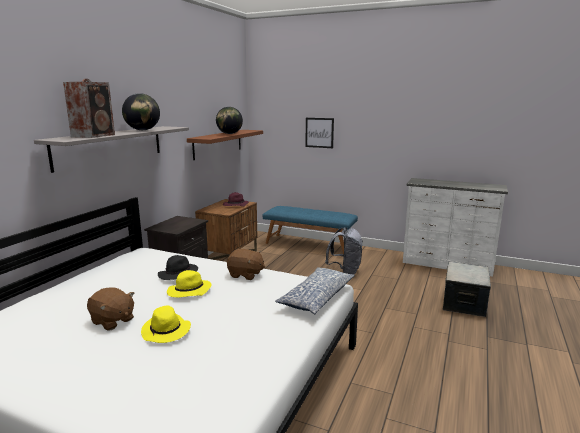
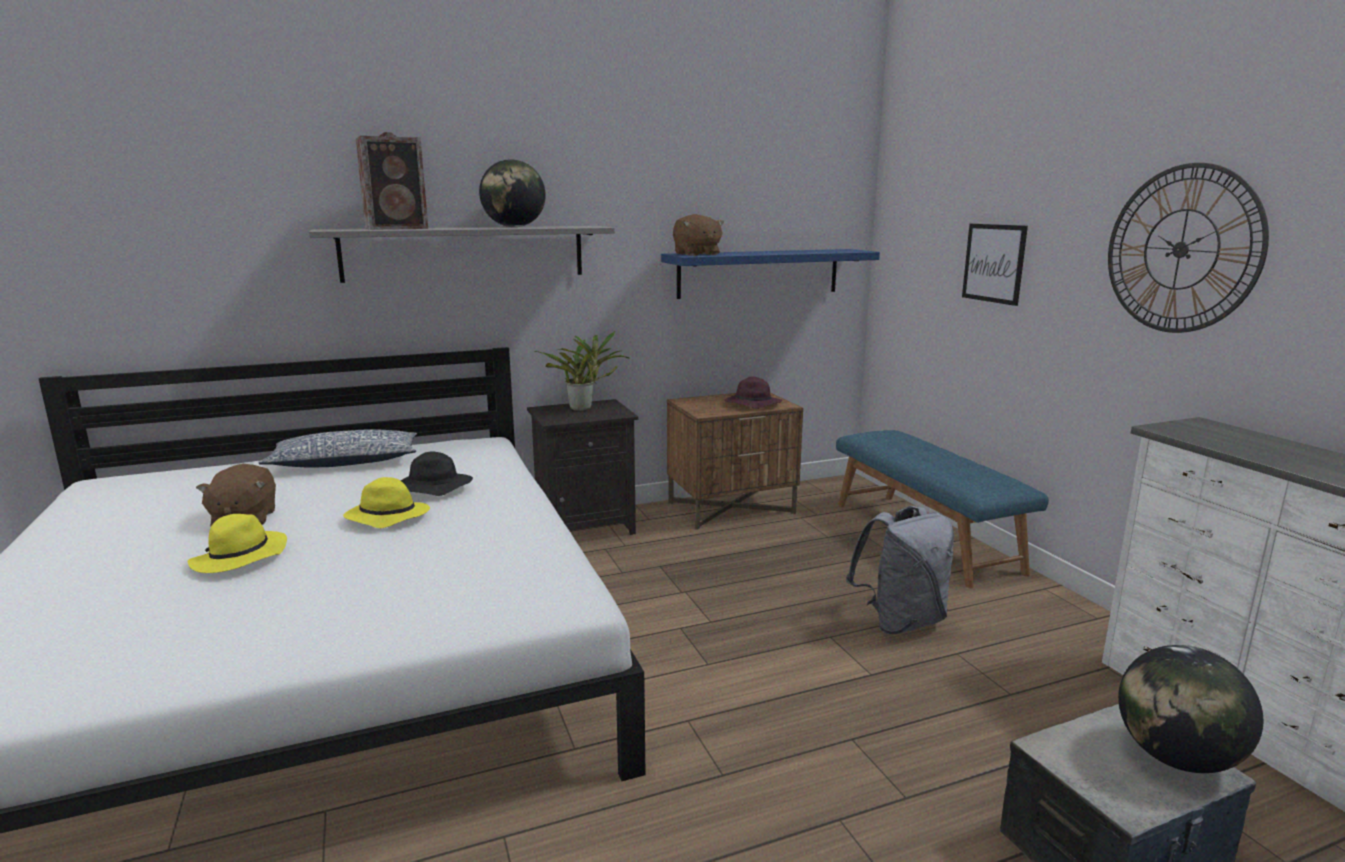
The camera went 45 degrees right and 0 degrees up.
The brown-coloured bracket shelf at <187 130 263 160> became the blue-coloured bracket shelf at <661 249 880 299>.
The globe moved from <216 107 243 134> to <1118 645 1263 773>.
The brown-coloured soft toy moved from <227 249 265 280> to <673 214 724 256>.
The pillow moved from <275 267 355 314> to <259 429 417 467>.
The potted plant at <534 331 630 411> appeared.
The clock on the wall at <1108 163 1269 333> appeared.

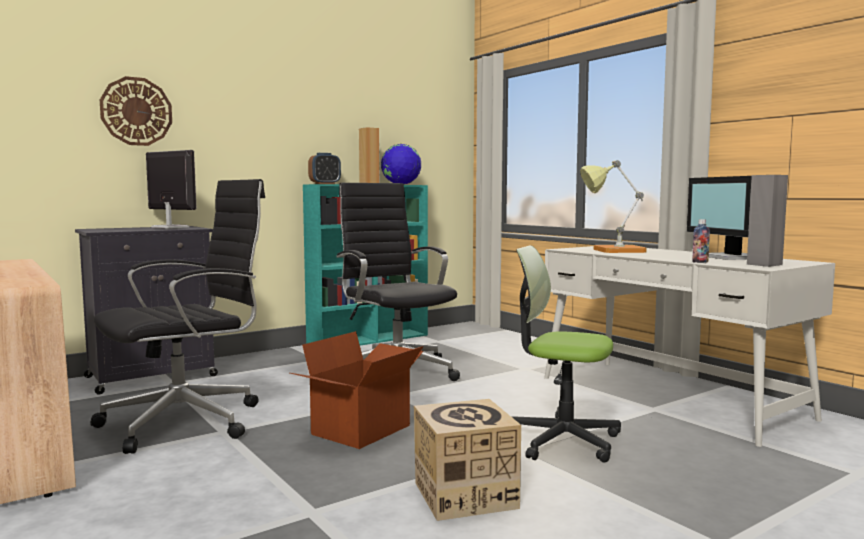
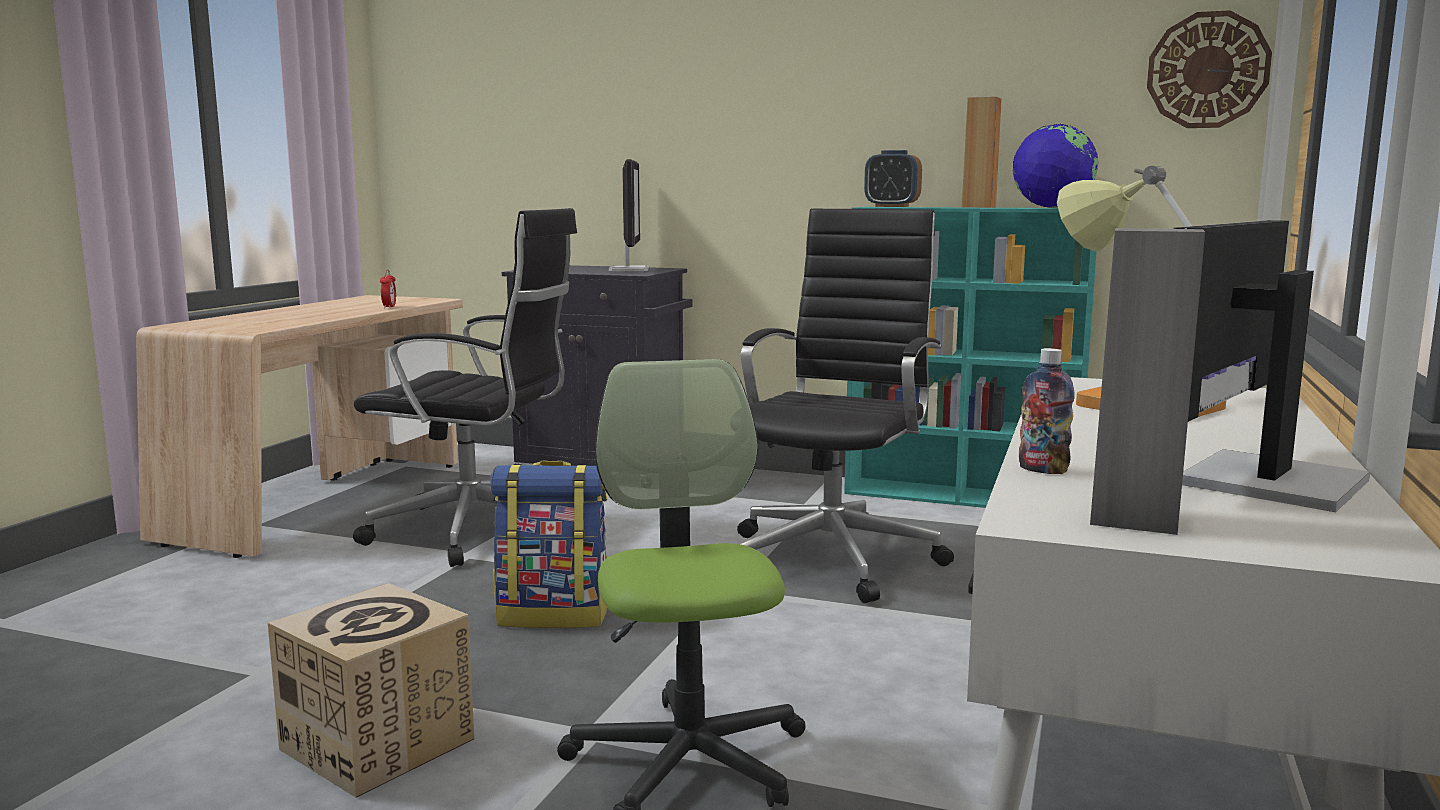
The camera went 55 degrees right and 5 degrees up.
The clock on the wall moved from <100 76 172 146> to <1147 10 1272 128>.
The carton at <290 331 424 449> was replaced by the rucksack at <490 461 608 628>.
The alarm clock at <380 270 396 308> appeared.

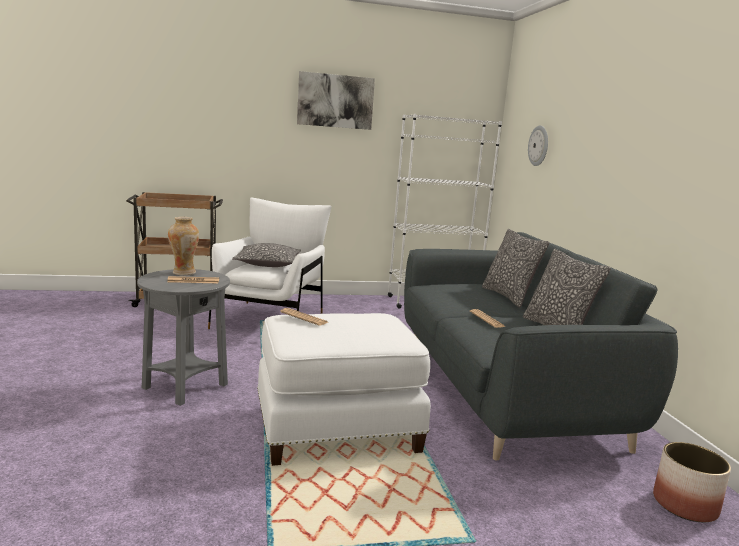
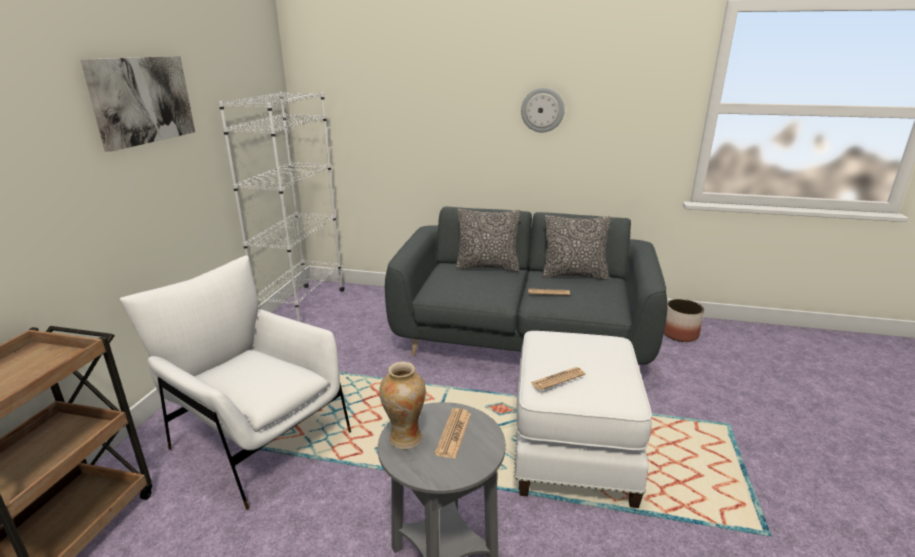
The camera went 65 degrees left and 10 degrees up.
The pillow at <232 243 301 267> disappeared.
The clock on the wall moved from <528 126 548 166> to <521 88 565 132>.

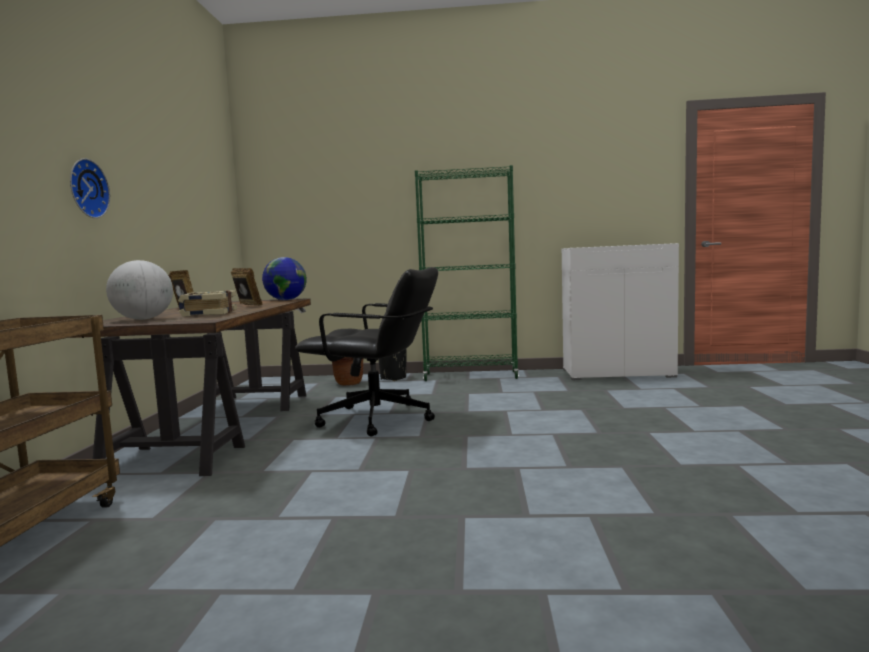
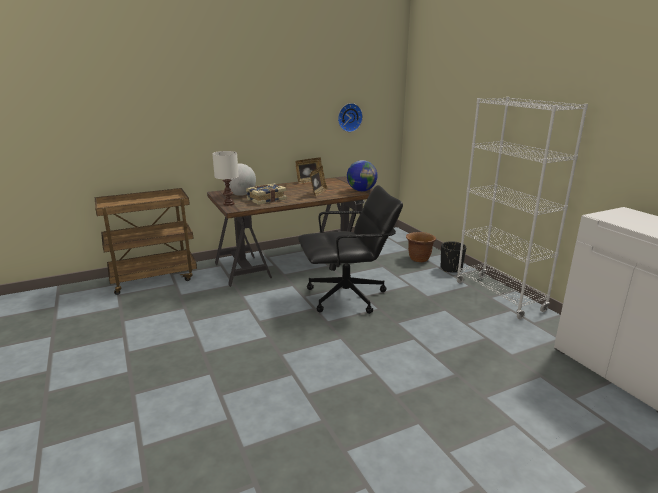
The camera went 60 degrees right and 15 degrees up.
The clock on the wall moved from <70 158 110 218> to <338 103 363 132>.
The black-coloured desk chair at <295 267 438 436> turned 90 degrees counterclockwise.
The green-coloured bookcase at <415 165 519 381> became the white-coloured bookcase at <456 97 588 319>.
The white-coloured table lamp at <212 151 239 206> appeared.

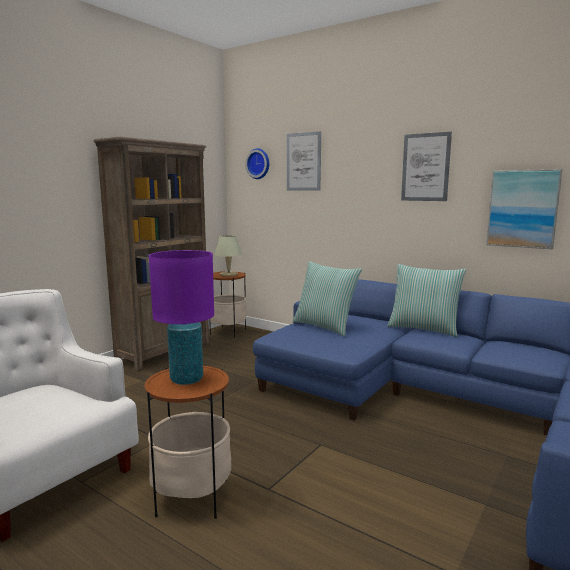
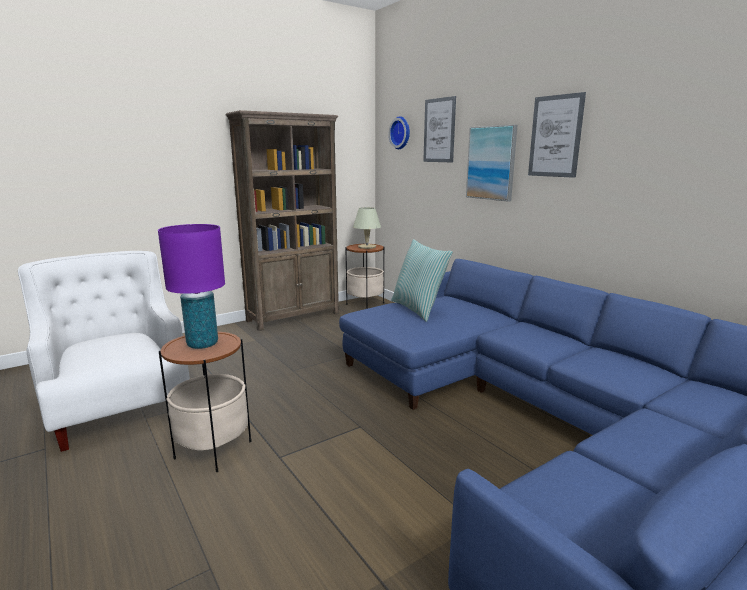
The camera went 20 degrees right and 5 degrees up.
The pillow at <387 264 466 337> disappeared.
The picture moved from <486 169 563 249> to <466 125 517 202>.

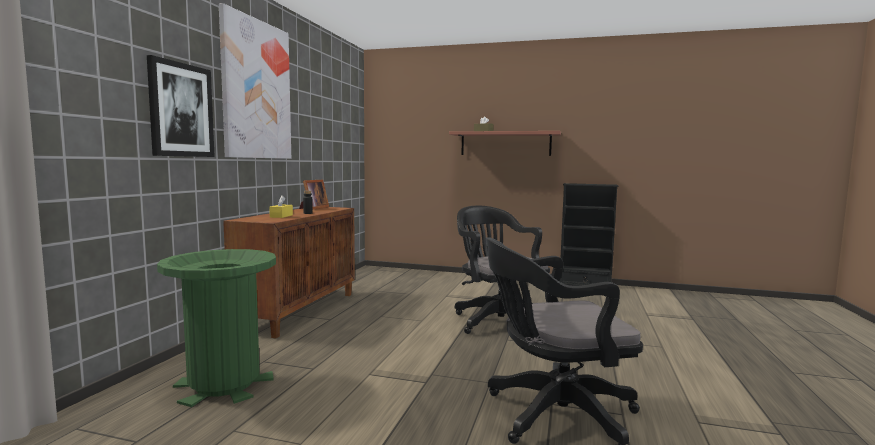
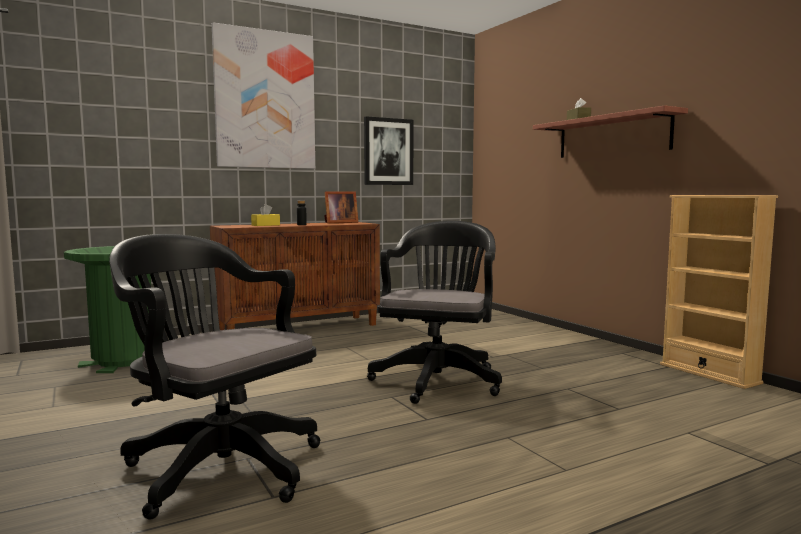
The camera went 45 degrees right and 0 degrees up.
The picture moved from <147 55 215 157> to <364 116 413 185>.
The black-coloured bookcase at <559 183 618 286> became the sand-coloured bookcase at <660 195 778 389>.

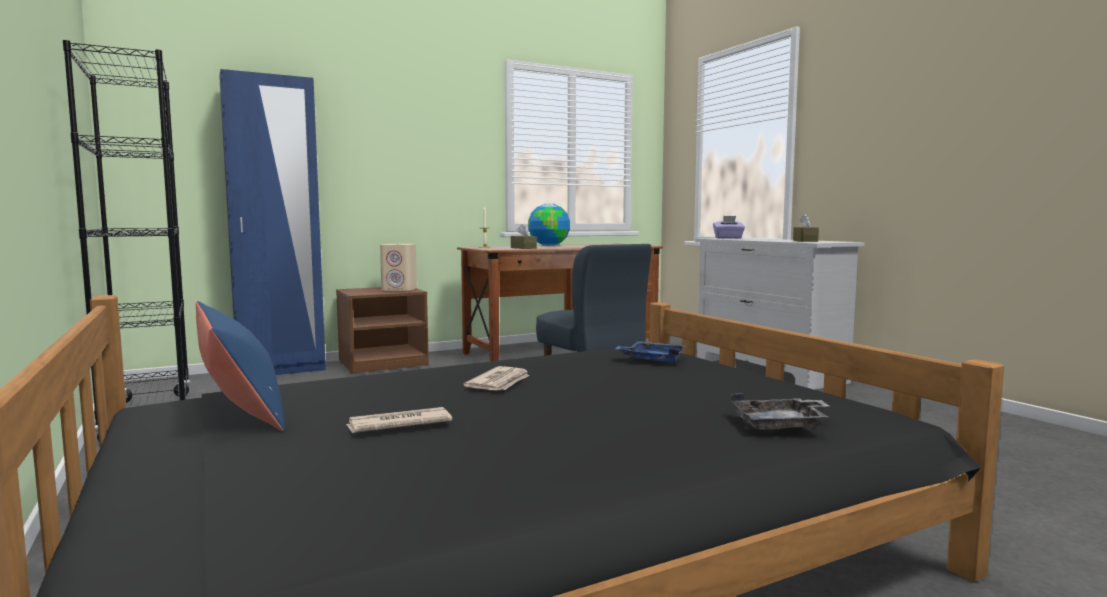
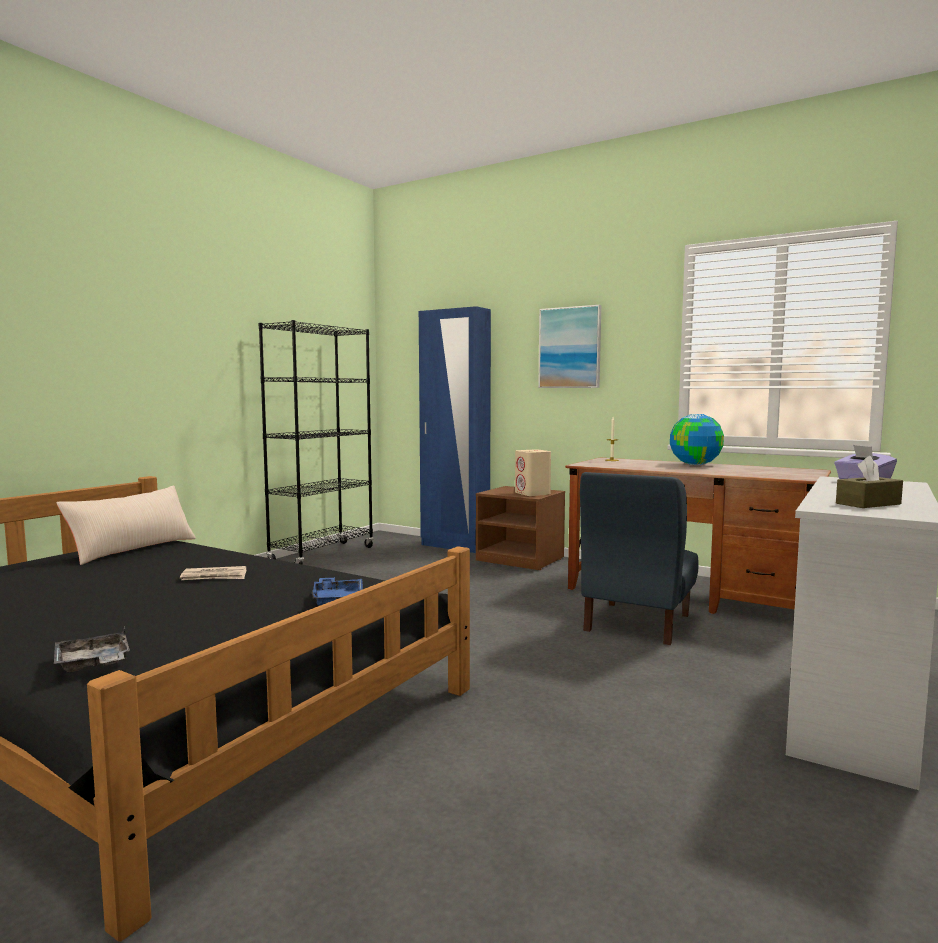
The camera went 60 degrees right and 0 degrees up.
The blue-coloured pillow at <196 301 285 432> became the sand-coloured pillow at <56 486 196 565>.
The newspaper at <346 407 452 433> disappeared.
The brown-coloured box of tissues at <511 224 537 249> disappeared.
The picture at <538 305 601 388> appeared.

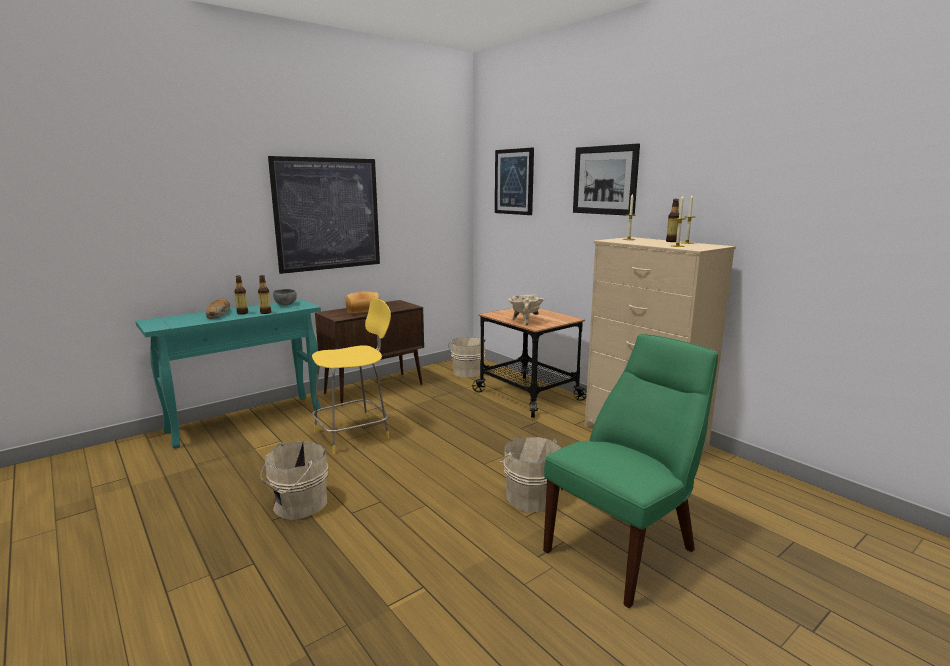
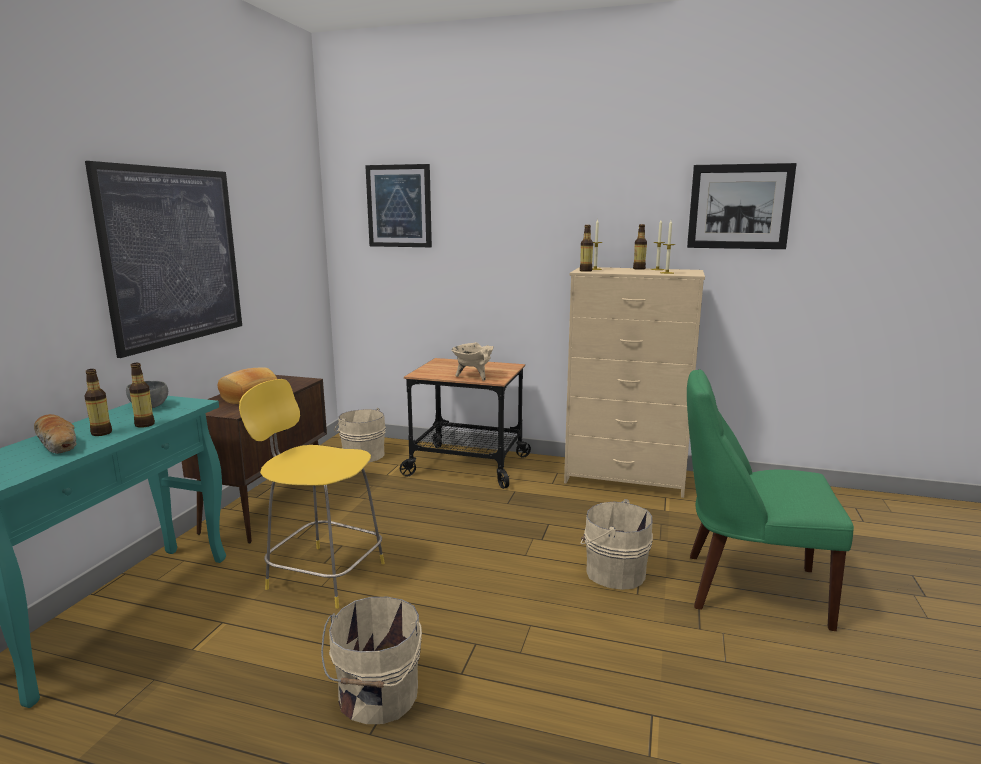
The camera went 35 degrees left and 0 degrees up.
The yellow-coloured chair at <312 299 391 454> turned 90 degrees counterclockwise.
The green-coloured chair at <543 334 718 608> turned 90 degrees counterclockwise.
The picture moved from <573 143 640 216> to <687 163 797 249>.
The drink bottle at <580 225 593 272> appeared.

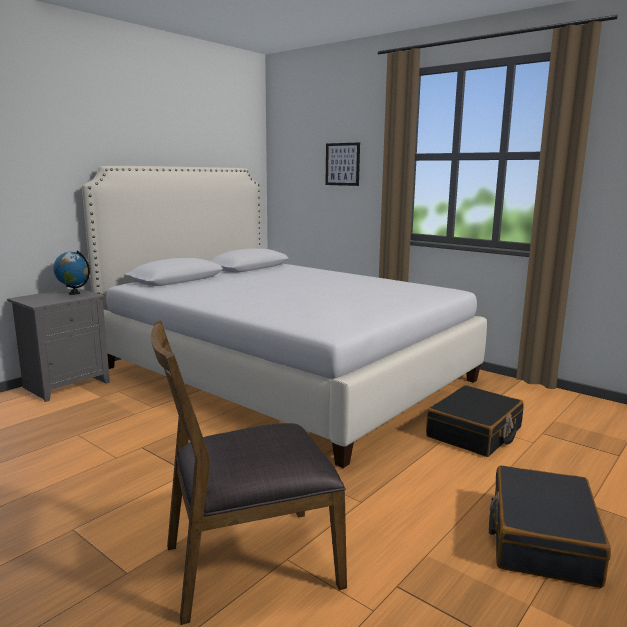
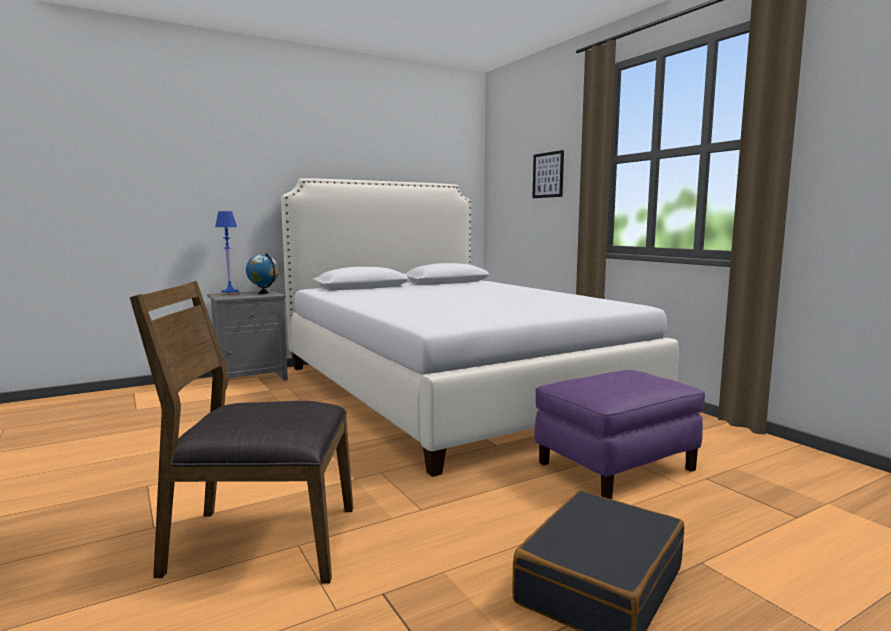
The camera went 20 degrees right and 5 degrees down.
The black-coloured suitcase at <426 385 524 457> was replaced by the purple pouffe at <534 370 705 499>.
The blue-coloured table lamp at <215 211 240 295> appeared.

